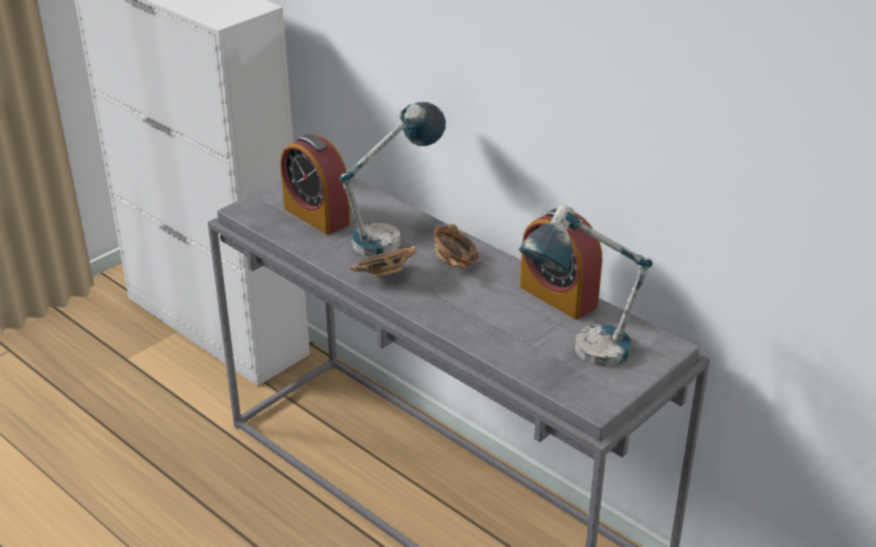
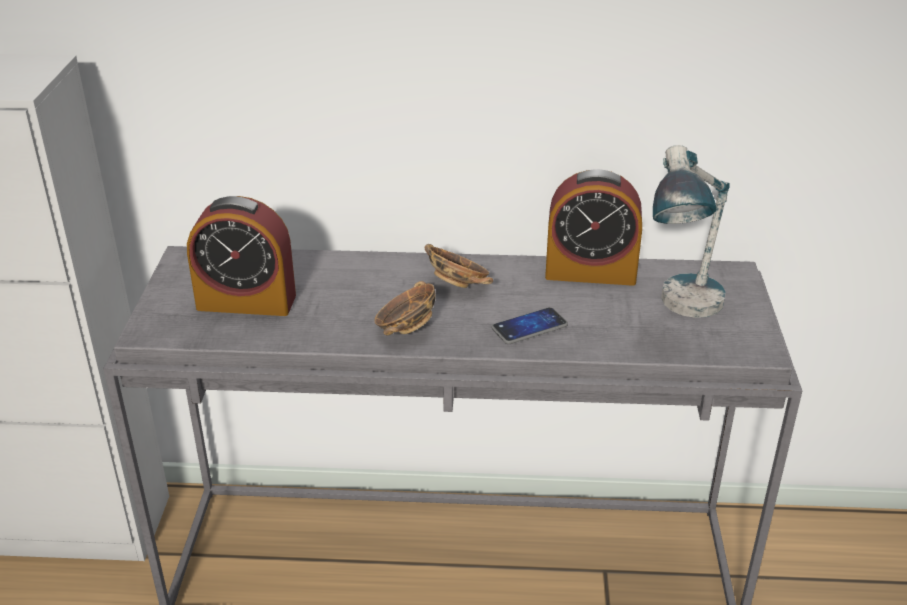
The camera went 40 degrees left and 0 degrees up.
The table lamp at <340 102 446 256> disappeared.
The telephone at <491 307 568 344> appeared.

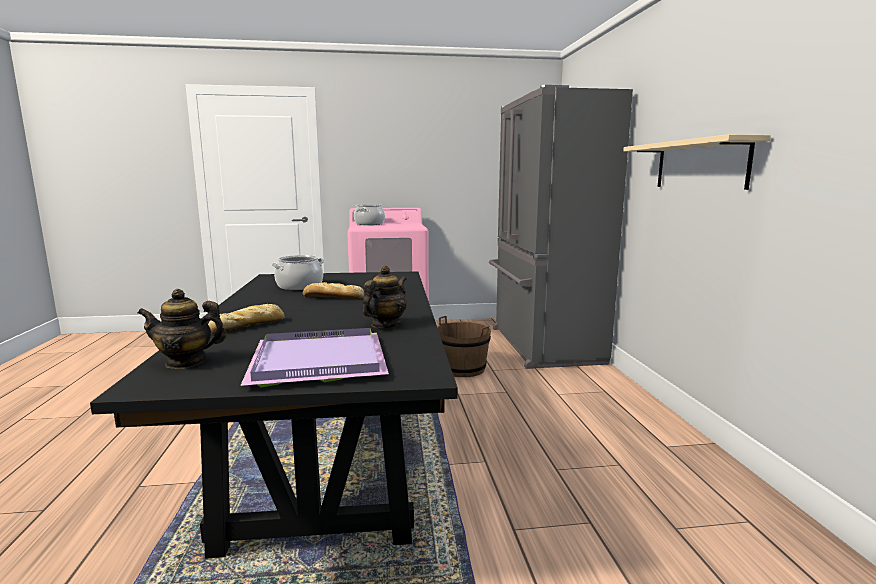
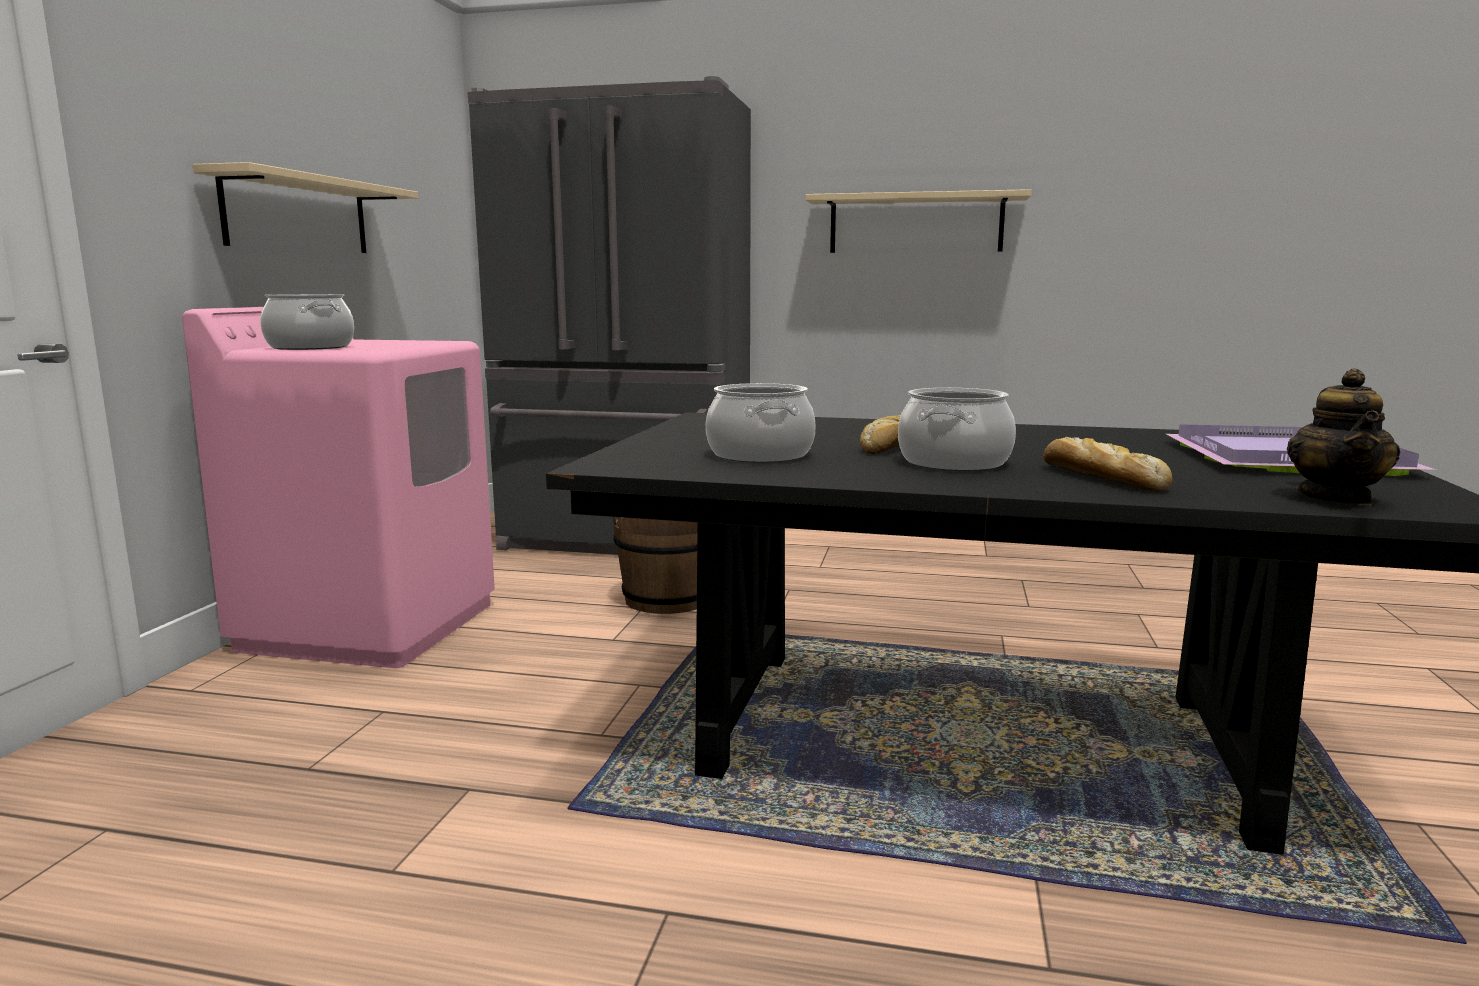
The camera went 70 degrees left and 0 degrees up.
The tea pot at <363 266 407 328> disappeared.
The sand-coloured bracket shelf at <193 162 418 253> appeared.
The stockpot at <898 388 1016 471> appeared.

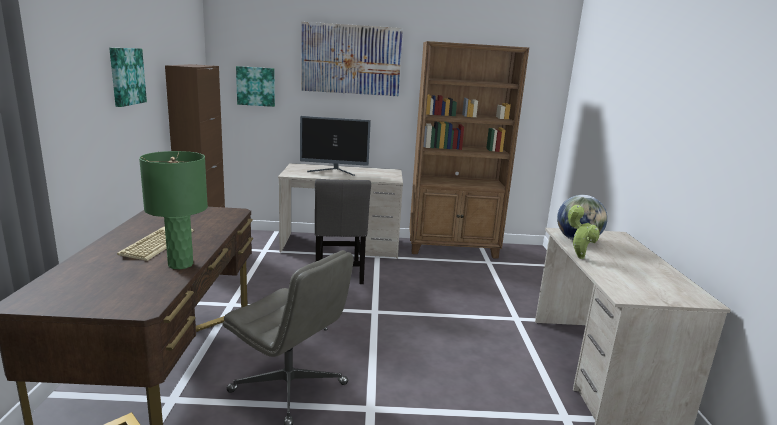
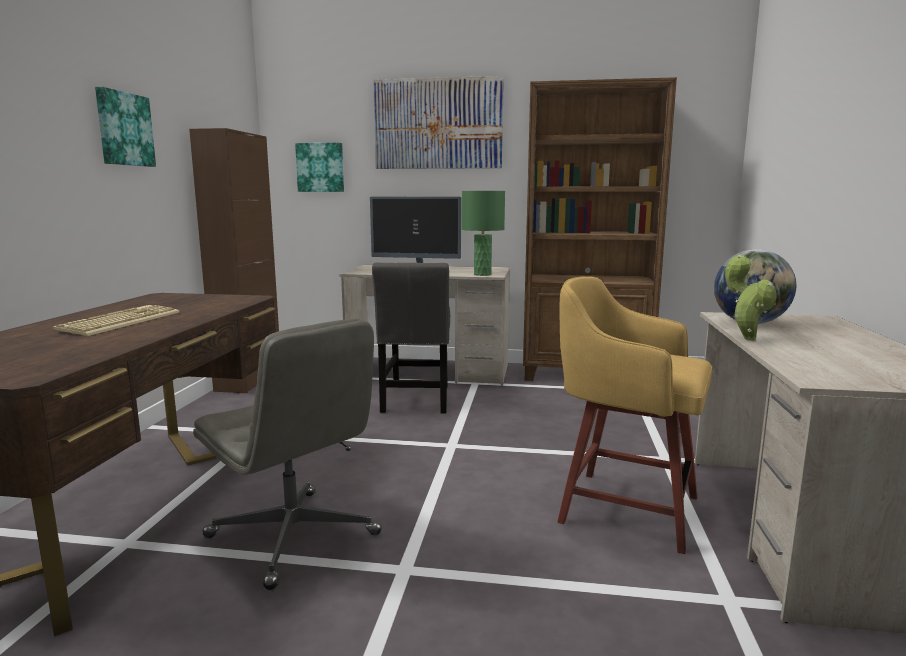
The camera went 10 degrees right and 5 degrees down.
The green-coloured table lamp moved from <139 151 208 269> to <462 191 505 276>.
The yellow-coloured sitting stool at <557 276 712 554> appeared.

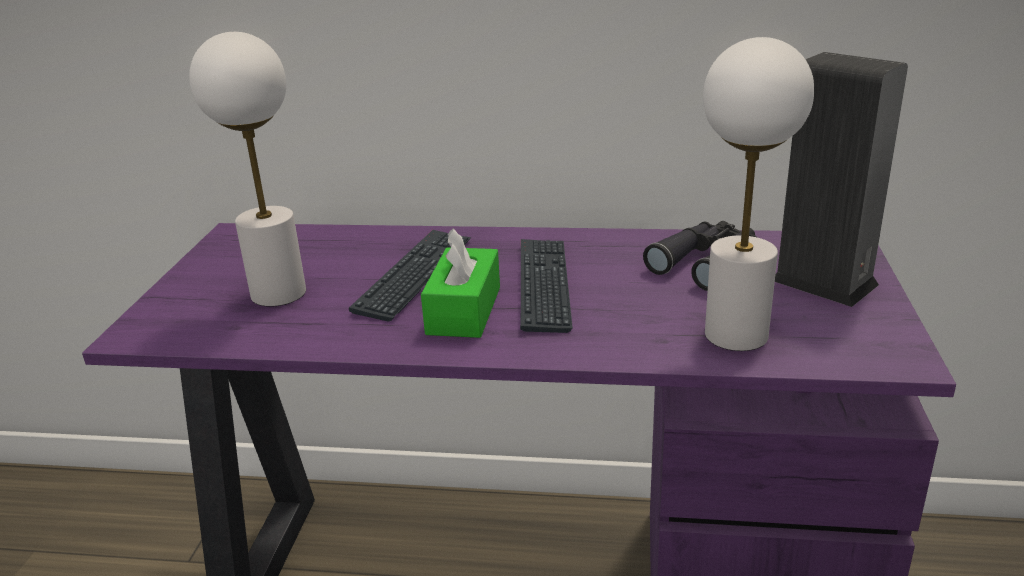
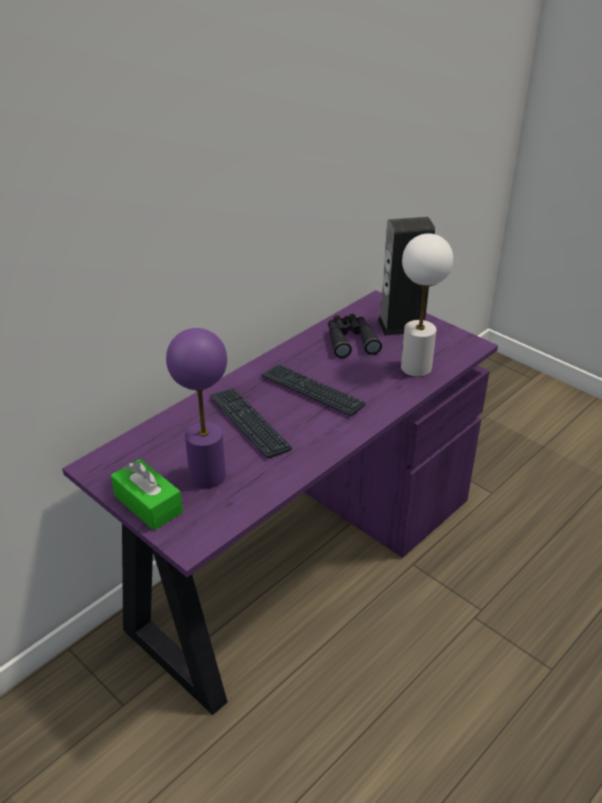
The camera went 55 degrees left and 10 degrees up.
The white-coloured table lamp at <189 32 306 307> became the purple table lamp at <166 328 227 488>.
The green-coloured box of tissues moved from <421 228 500 338> to <111 459 183 530>.

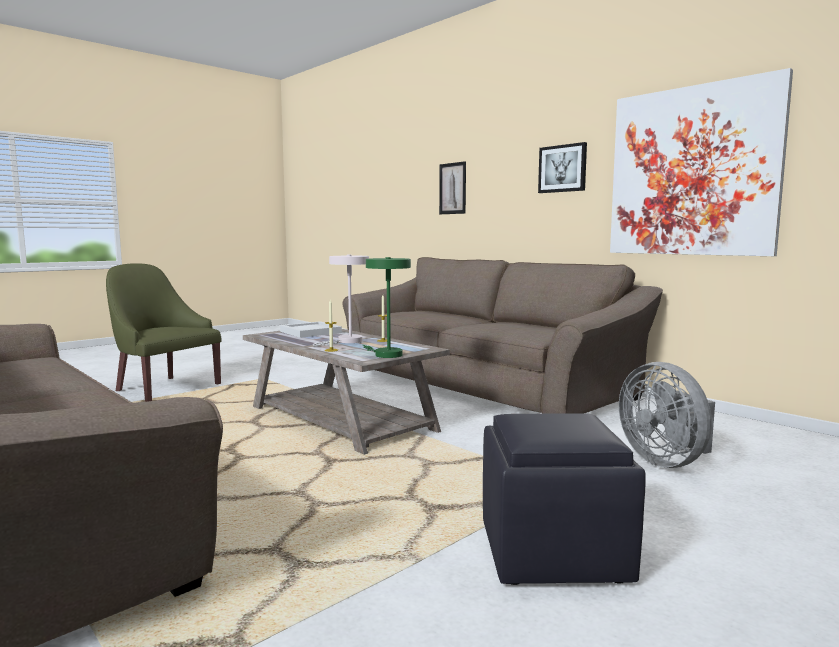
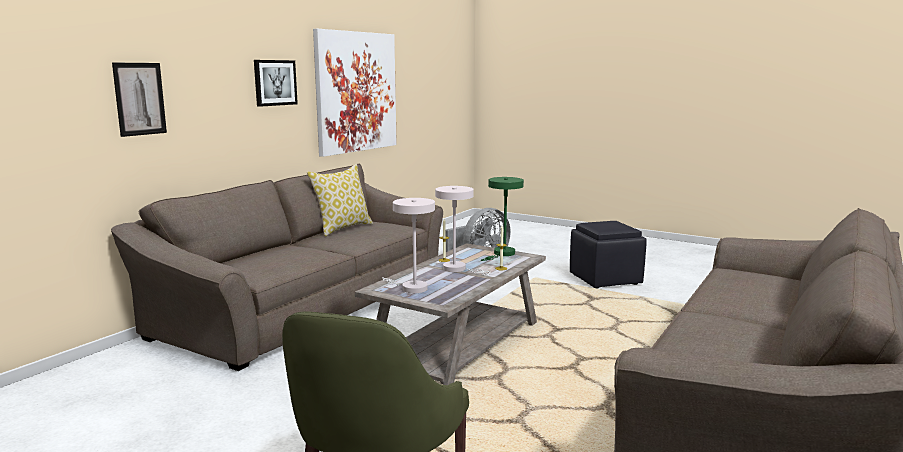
The camera went 105 degrees left and 5 degrees up.
The white-coloured serving tray at <280 321 342 338> was replaced by the white-coloured table lamp at <382 198 435 293>.
The pillow at <307 164 373 236> appeared.

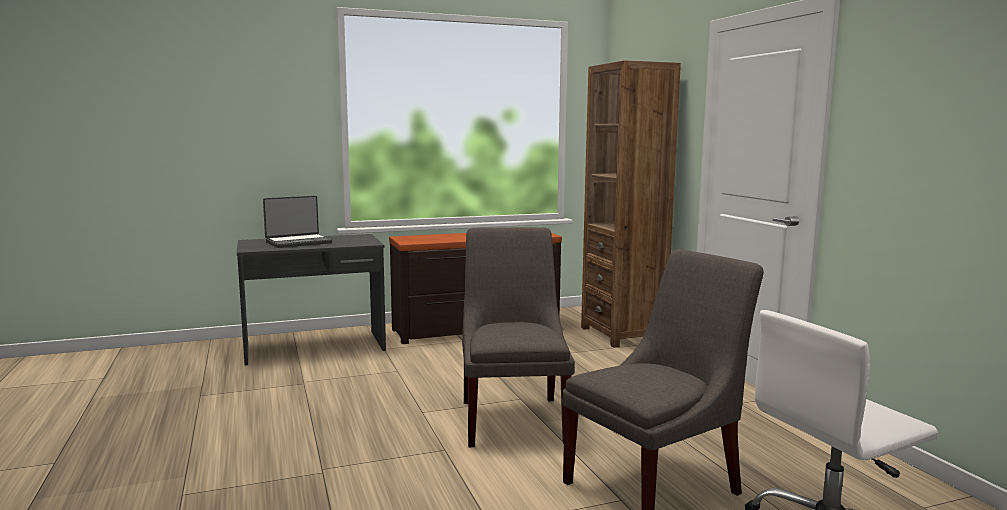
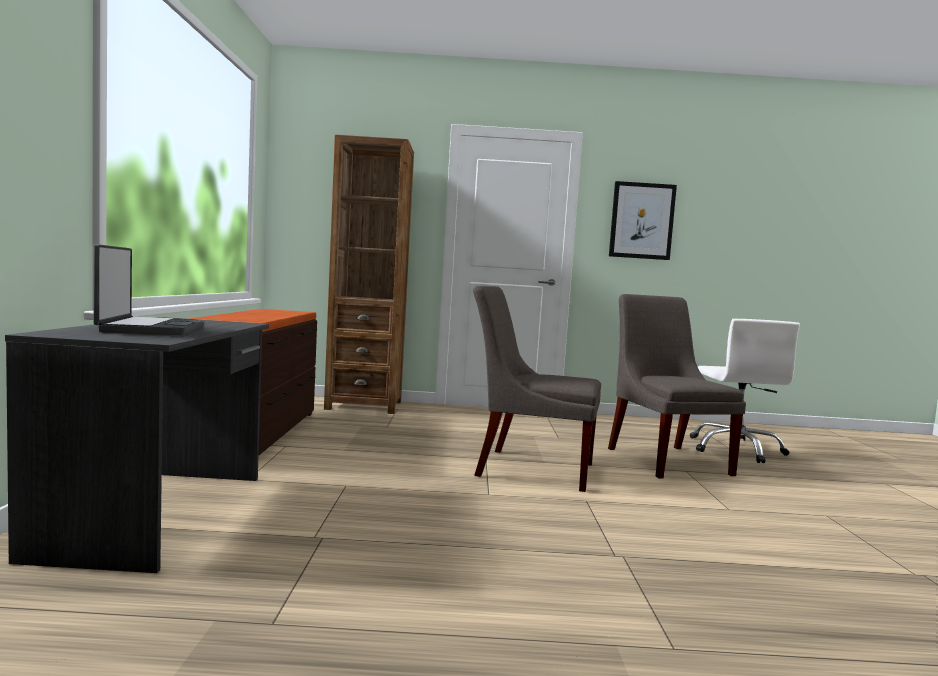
The camera went 70 degrees left and 5 degrees down.
The picture at <609 181 677 260> appeared.

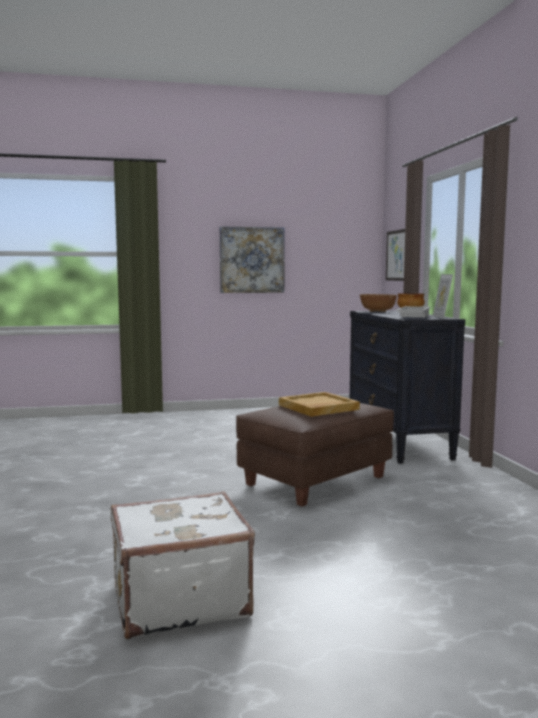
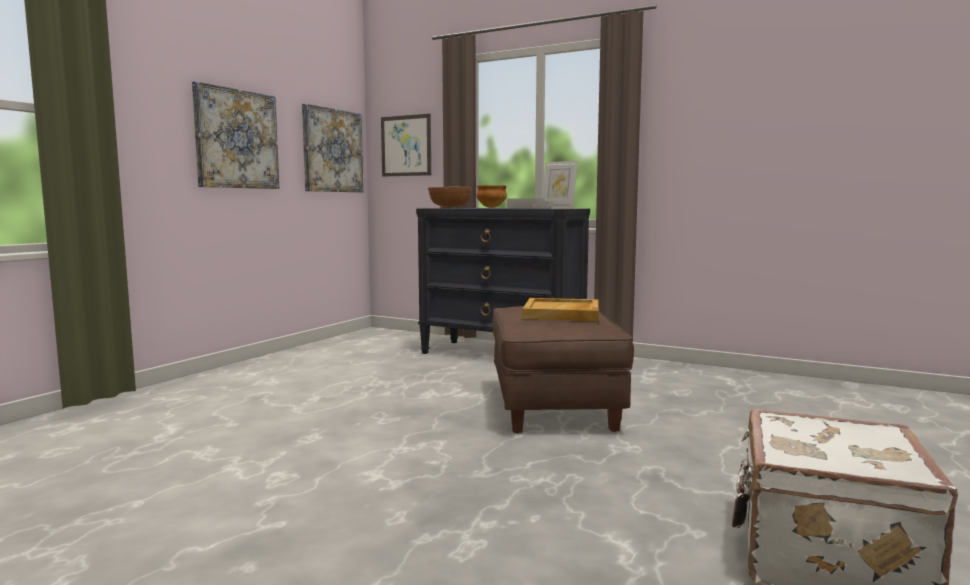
The camera went 50 degrees left and 0 degrees up.
The picture at <302 104 363 192> appeared.

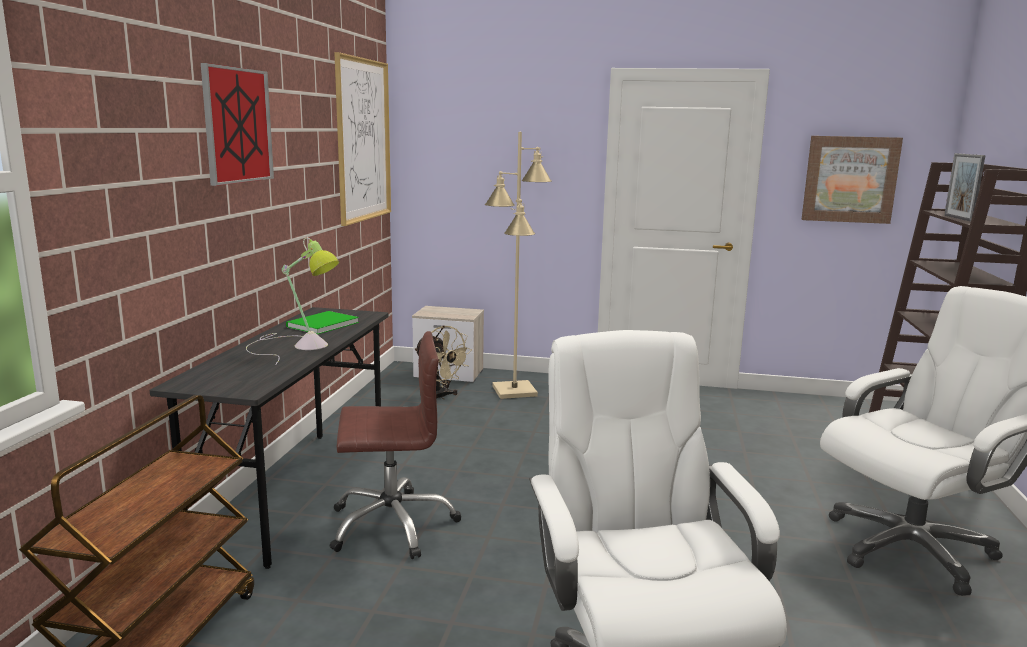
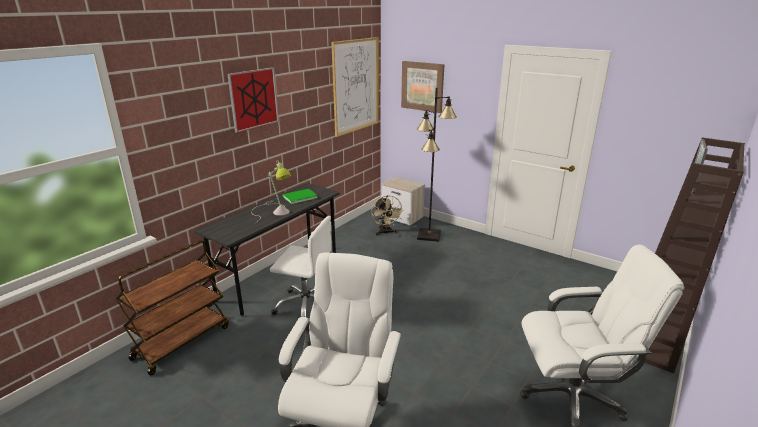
The camera went 25 degrees right and 10 degrees up.
The brown-coloured desk chair at <330 331 461 559> became the white-coloured desk chair at <270 216 332 317>.
The sand-coloured floor lamp at <485 132 552 399> became the black-coloured floor lamp at <417 88 457 242>.
The picture moved from <802 136 903 224> to <401 61 445 113>.

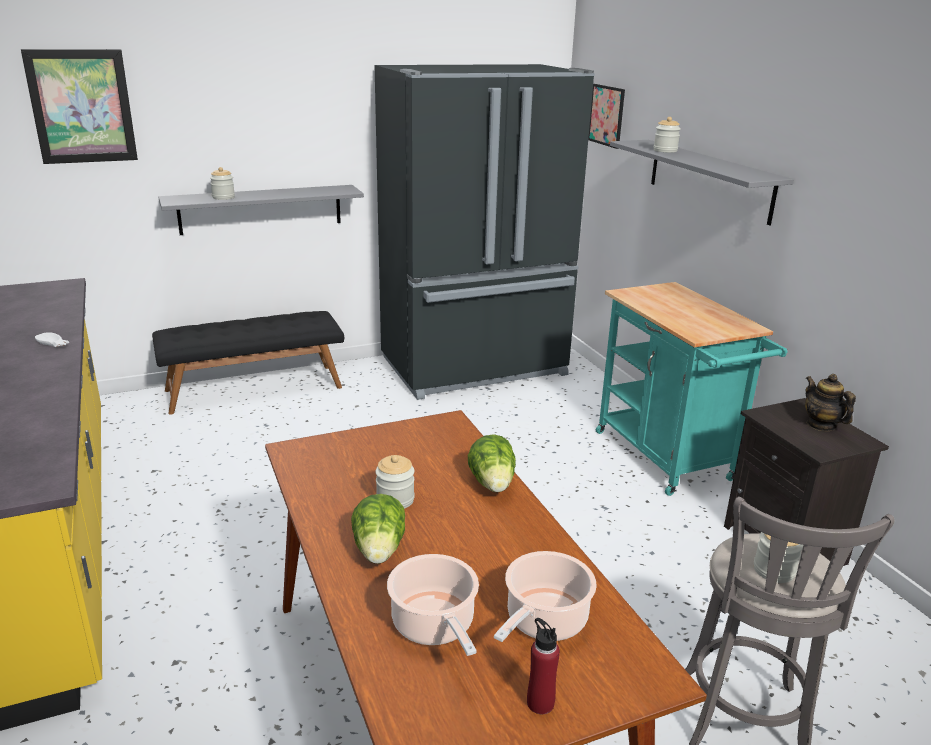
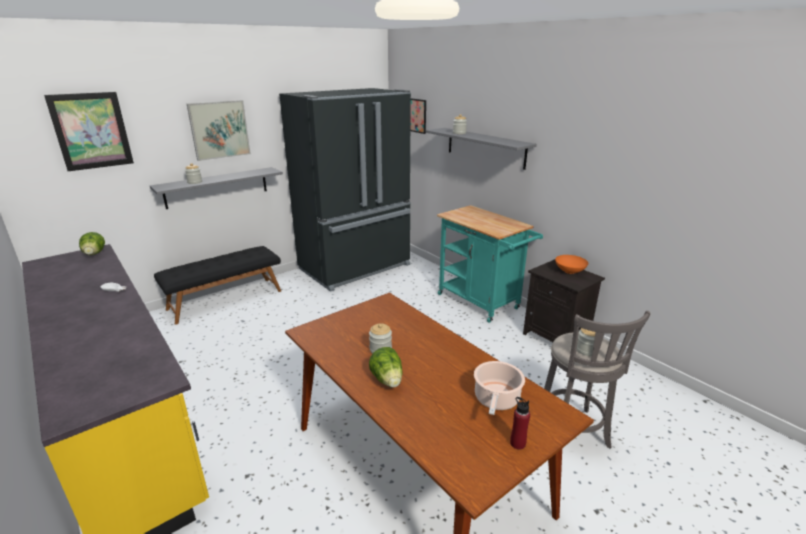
The camera went 15 degrees left and 0 degrees up.
The stockpot at <387 554 479 656> disappeared.
The head of lettuce moved from <468 434 516 492> to <79 232 105 255>.
The tea pot at <805 374 856 431> was replaced by the orangey deep dish at <555 255 588 274>.
The picture at <187 100 251 161> appeared.

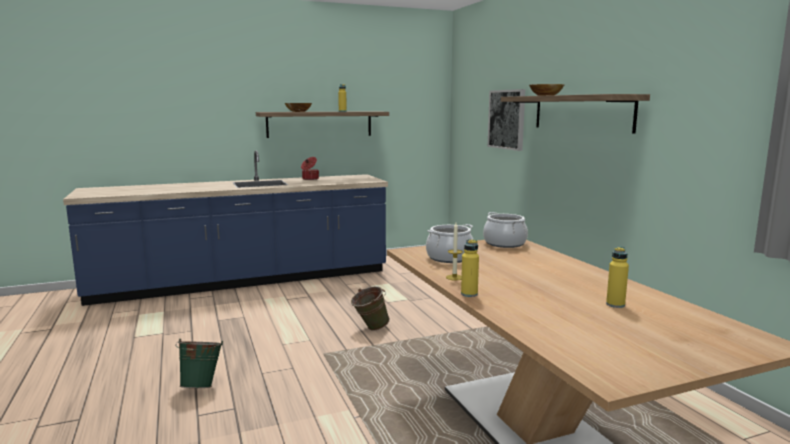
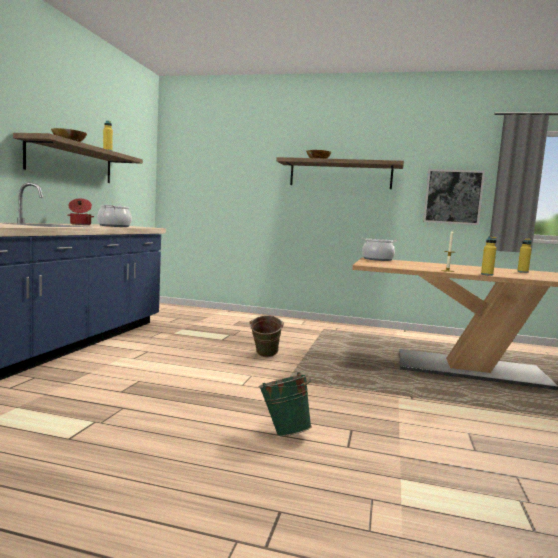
The camera went 55 degrees left and 5 degrees down.
The stockpot moved from <426 224 473 263> to <97 204 132 227>.
The picture moved from <487 89 525 151> to <423 169 485 225>.

